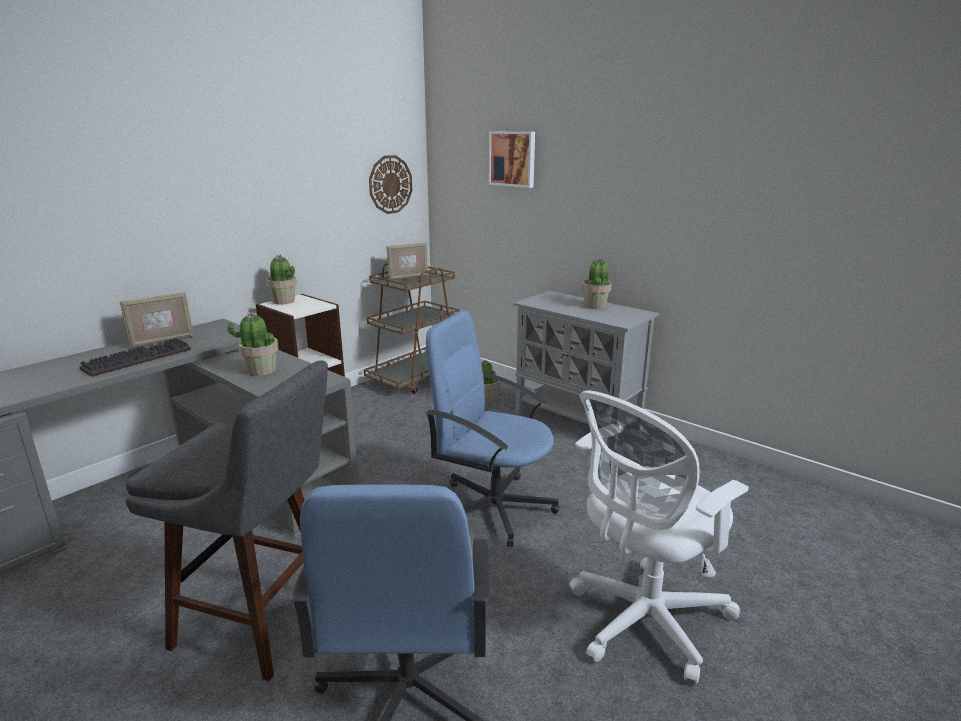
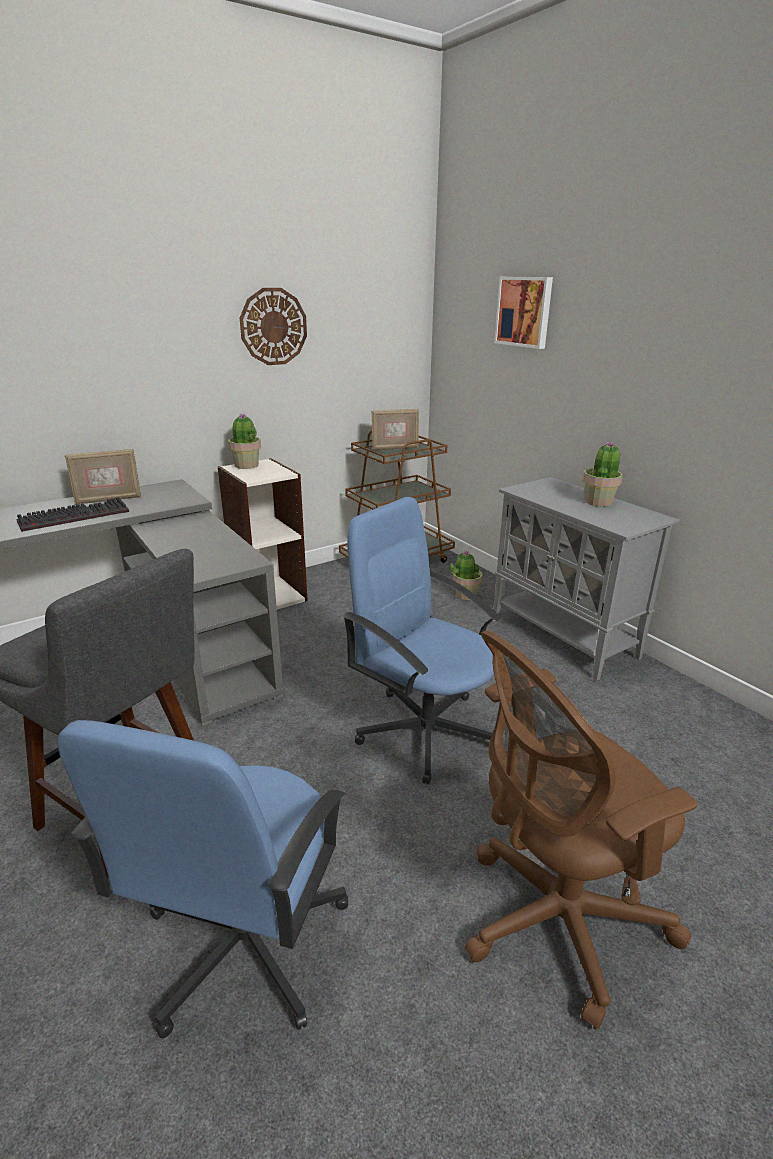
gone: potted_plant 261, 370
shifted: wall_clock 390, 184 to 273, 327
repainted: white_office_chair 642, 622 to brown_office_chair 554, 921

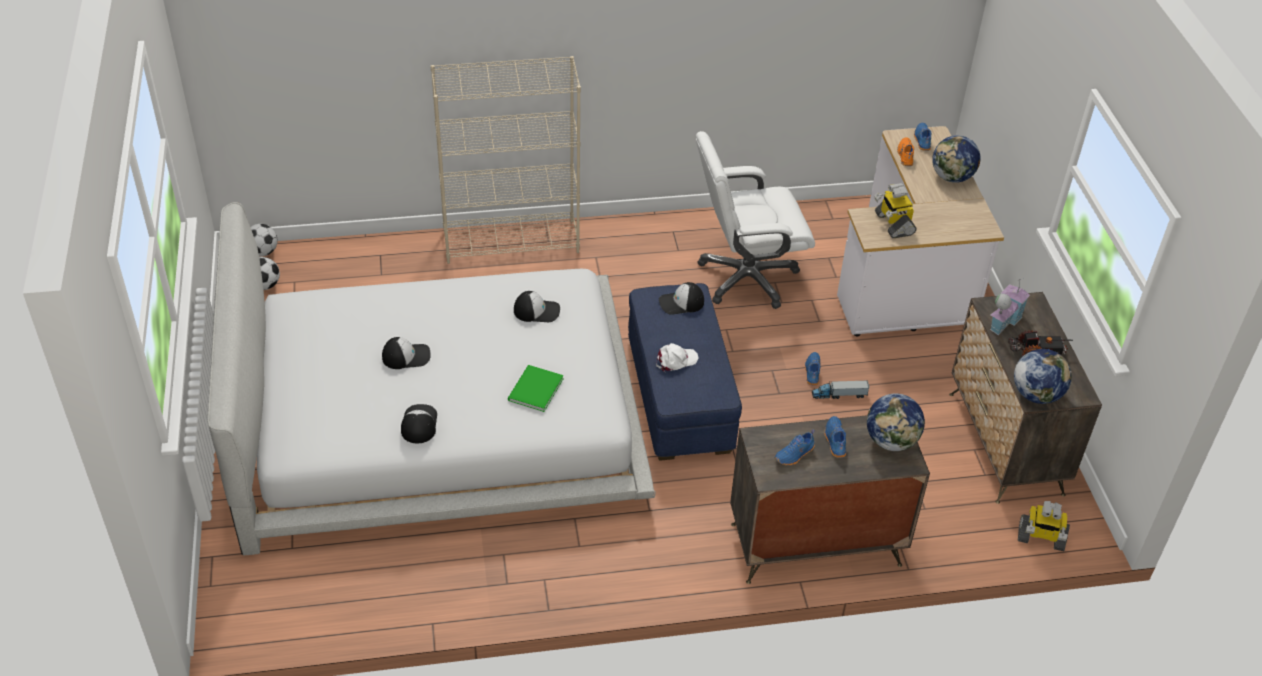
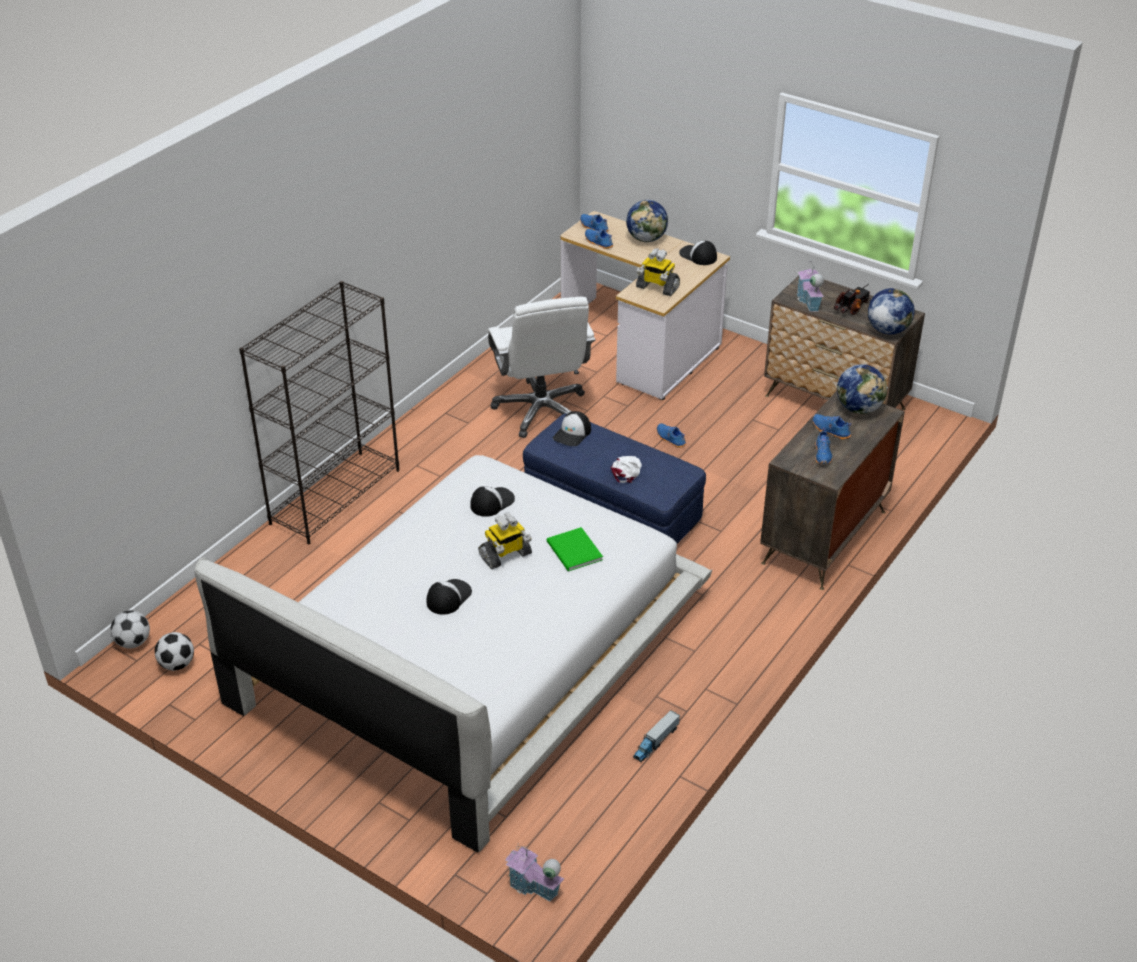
new: toy_house 533, 887
shifted: cap 418, 424 to 698, 256; toy_truck 839, 395 to 656, 742; toy_robot 1040, 538 to 505, 555
repainted: beige_bookcase 512, 241 to black_bookcase 335, 496; orange_shoe 905, 155 to blue_shoe 598, 242
rotated: white_office_chair 746, 278 = 541, 410 45 degrees counterclockwise

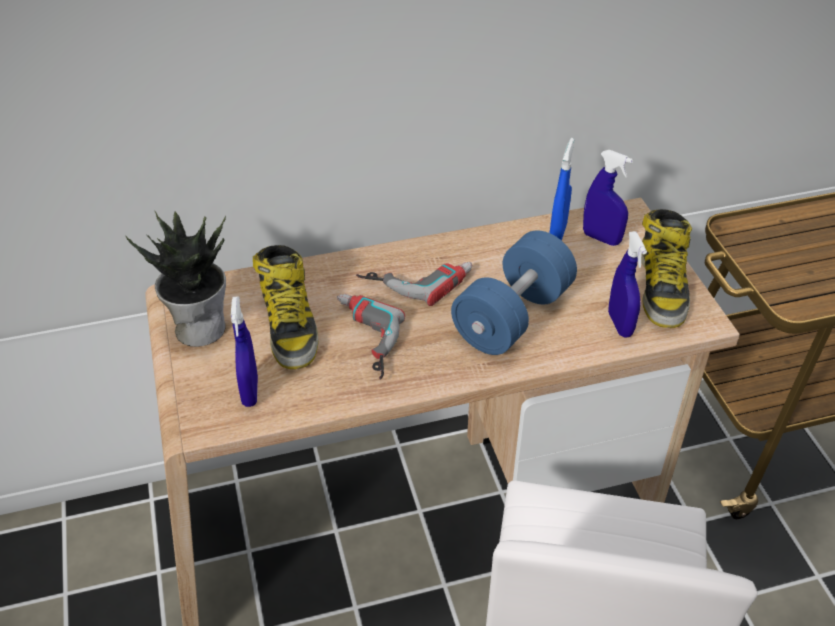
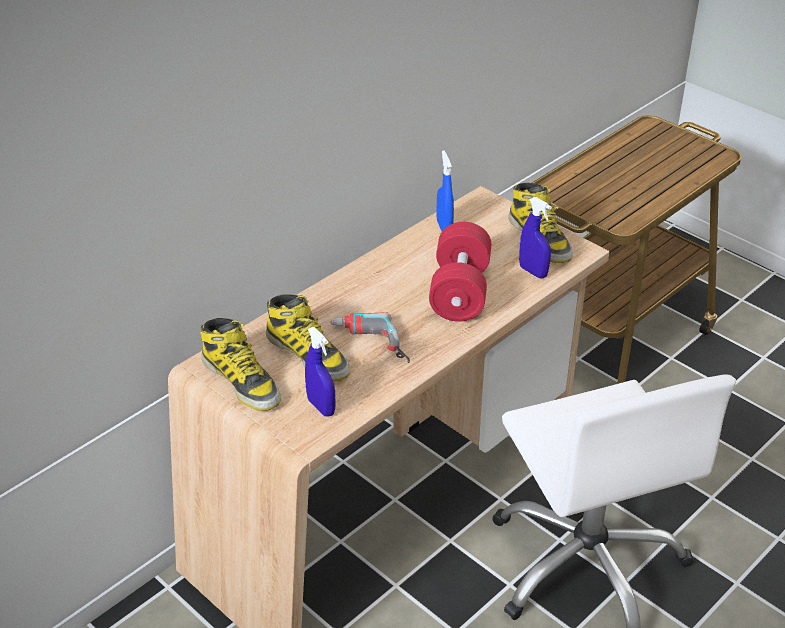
gone: power_drill 416, 277; blue_spray_bottle 601, 238
swapped: potted_plant 200, 327 to boot 242, 381
repainted: blue_dumbbell 512, 316 to red_dumbbell 460, 292

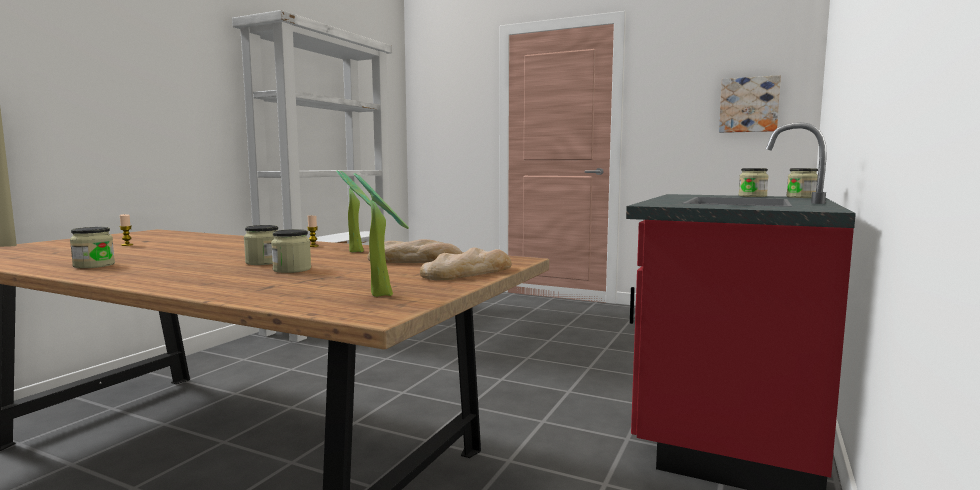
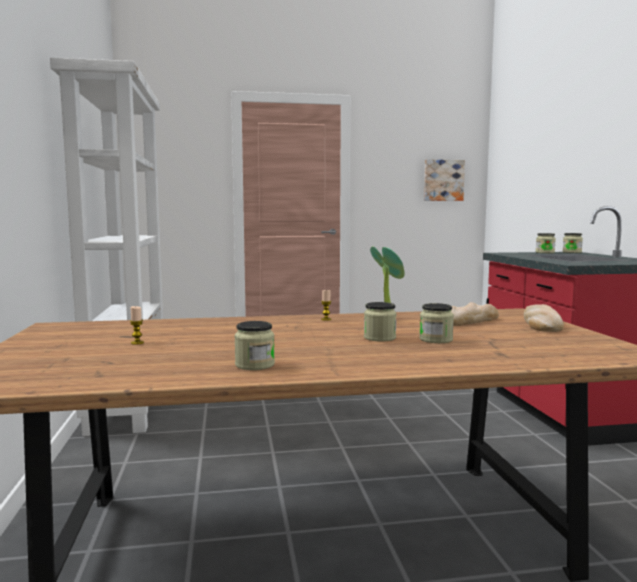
gone: potted_plant 384, 294

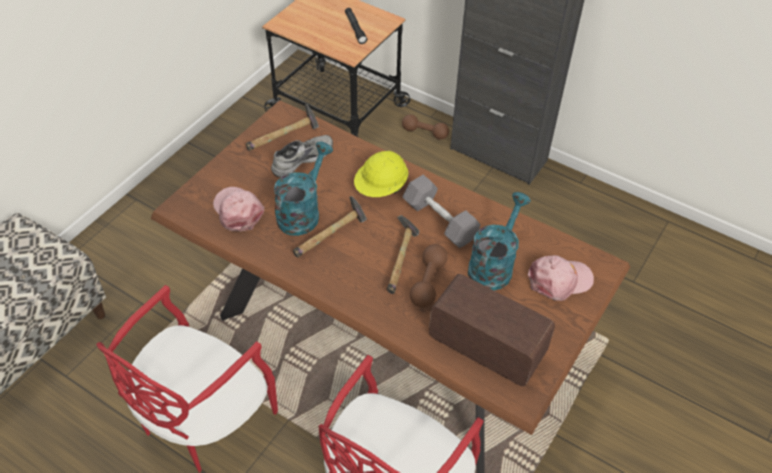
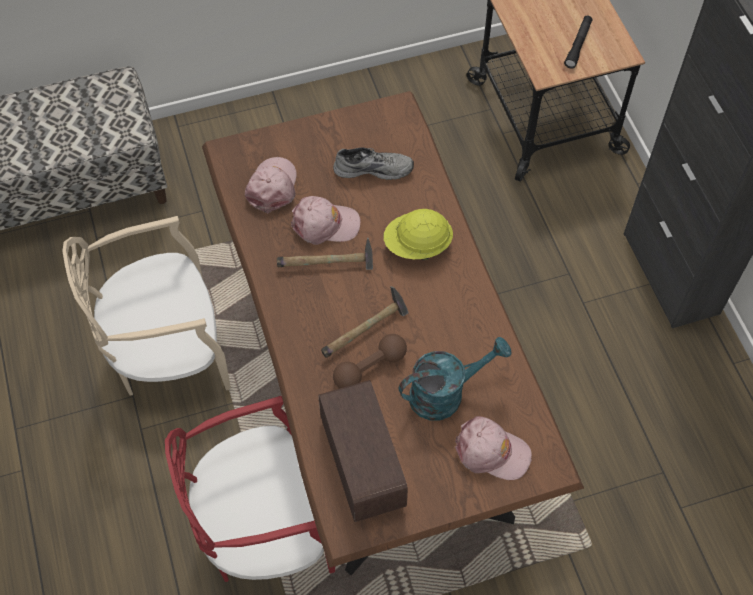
gone: hammer 284, 138; brown_dumbbell 424, 133; grey_dumbbell 439, 221
swapped: turquoise_watering_can 302, 212 to pink_cap 325, 224
repainted: red_chair 203, 418 to beige_chair 168, 351

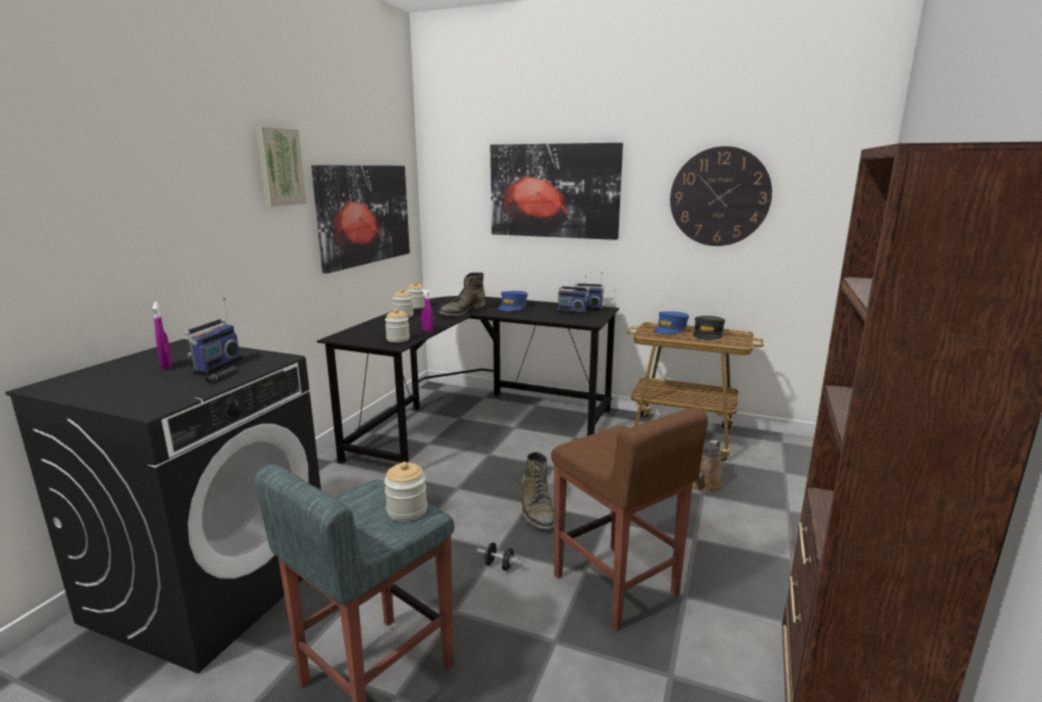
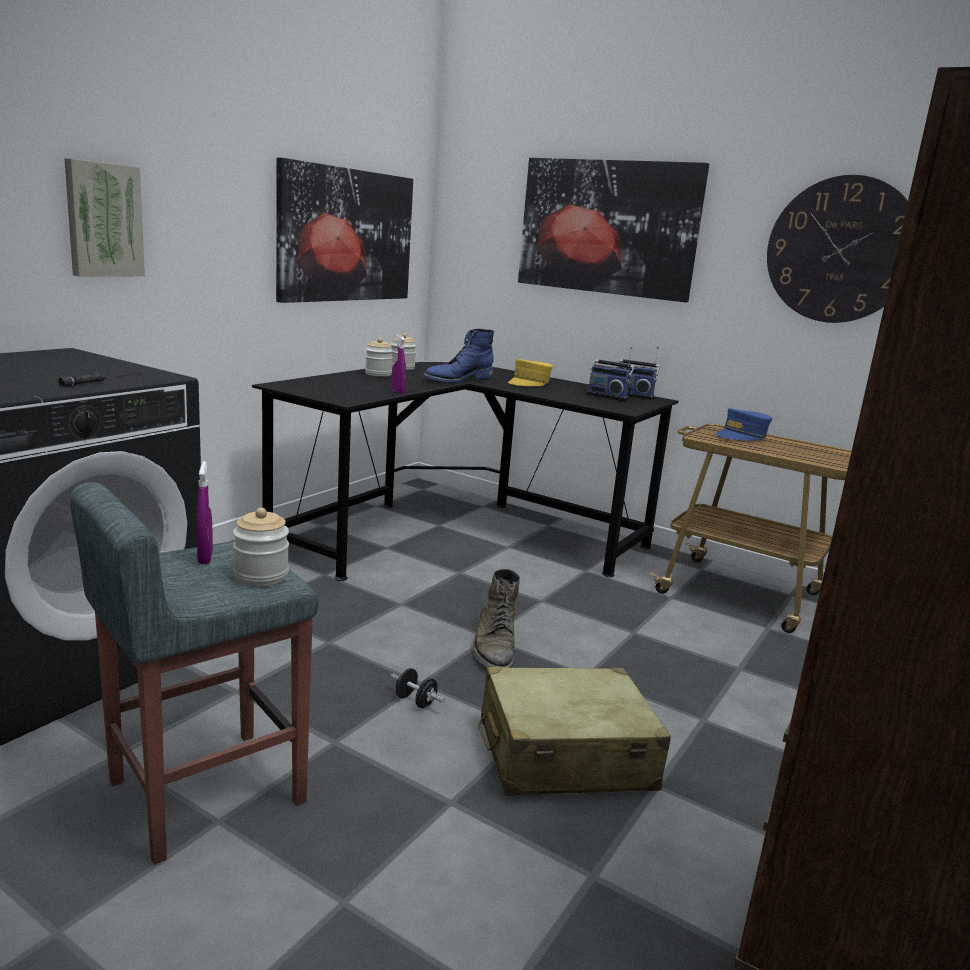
gone: radio 216, 366; jar 398, 339; brown_watering_can 703, 485; grey_cap 708, 334
shifted: purple_spray_bottle 167, 366 to 205, 558; picture 279, 167 to 103, 220
swapped: brown_stool 616, 586 to beige_suitcase 564, 755
repainted: green_boot 462, 311 to blue_boot 457, 379; blue_cap 512, 307 to yellow_cap 529, 382

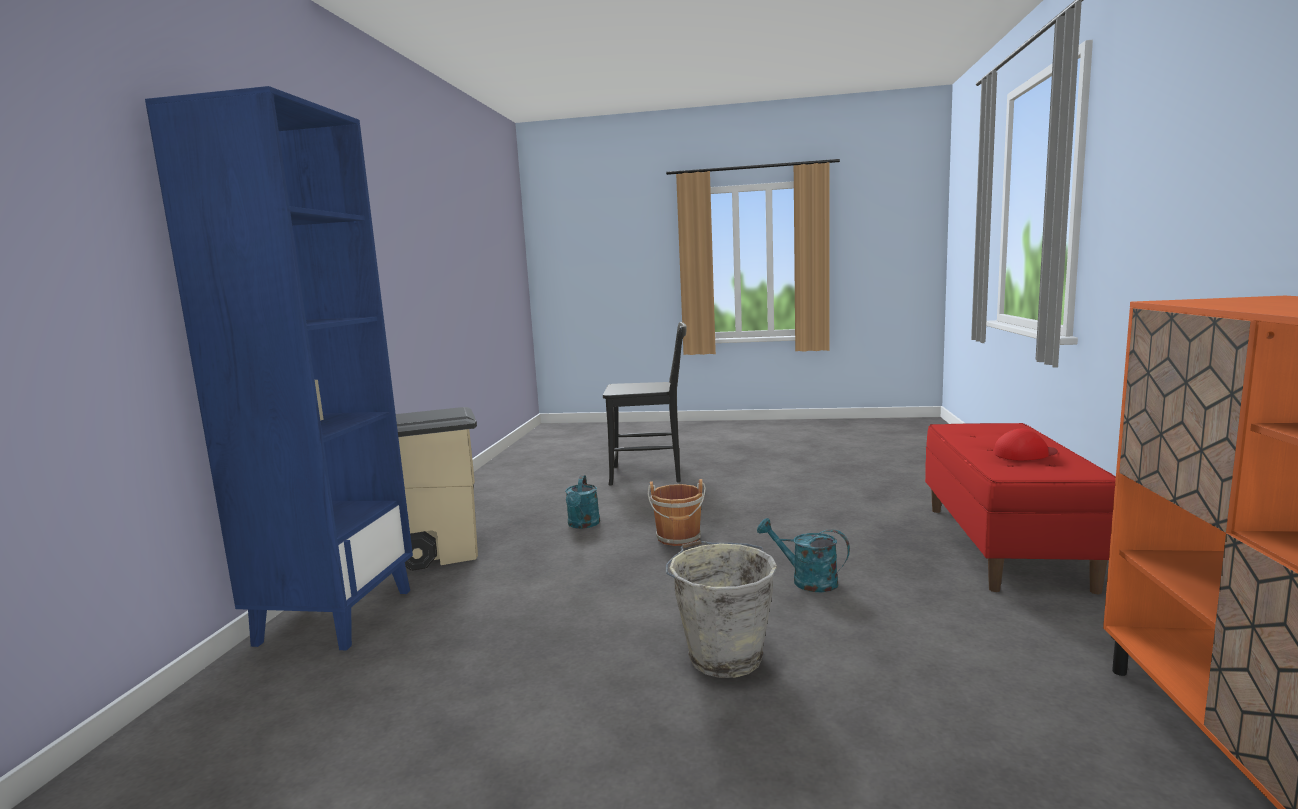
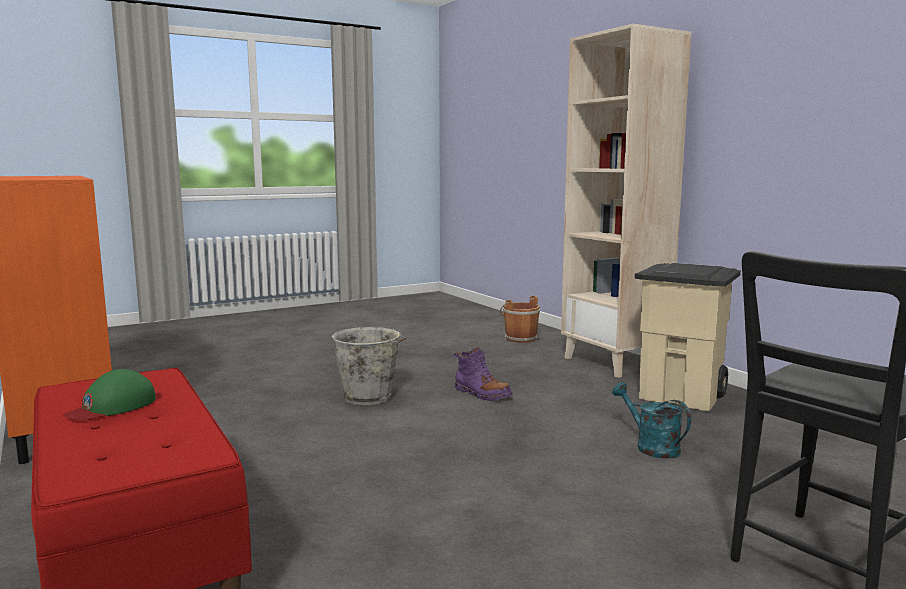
gone: turquoise_watering_can 806, 581
new: purple_boot 482, 394
shifted: brown_bucket 679, 538 to 519, 338
repainted: blue_bookcase 335, 616 to beige_bookcase 615, 362; red_cap 1025, 454 to green_cap 112, 406

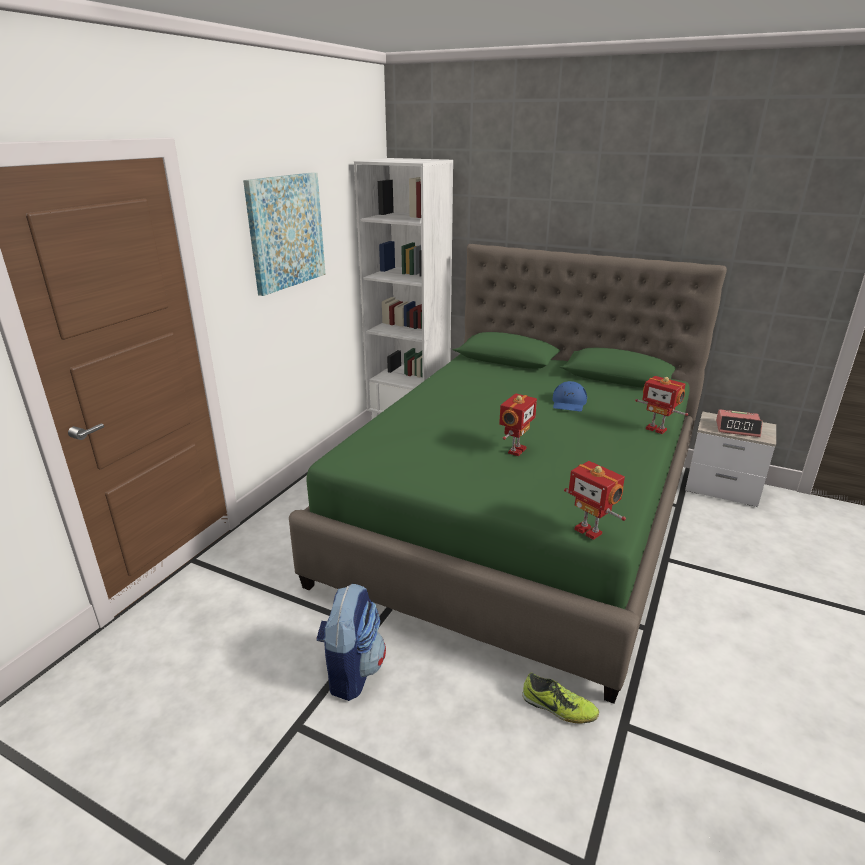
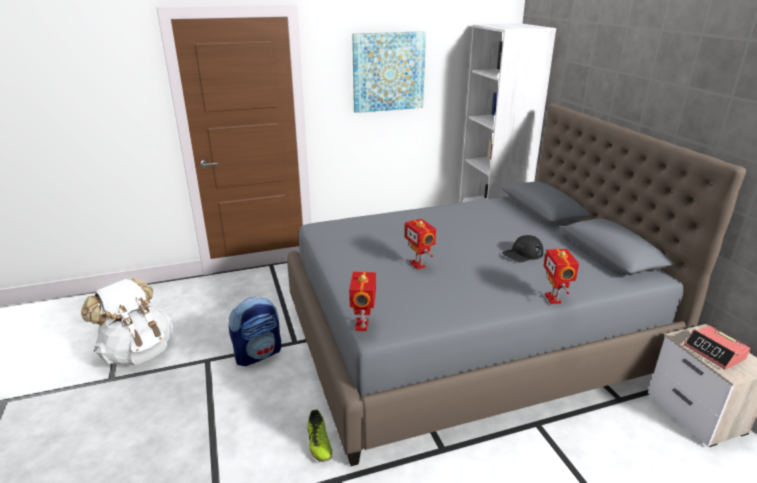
new: white_backpack 137, 352
repainted: green_bed 518, 520 to grey_bed 466, 337; blue_cap 568, 403 to black_cap 522, 254
rotated: toy_robot 515, 450 = 418, 264 75 degrees clockwise

